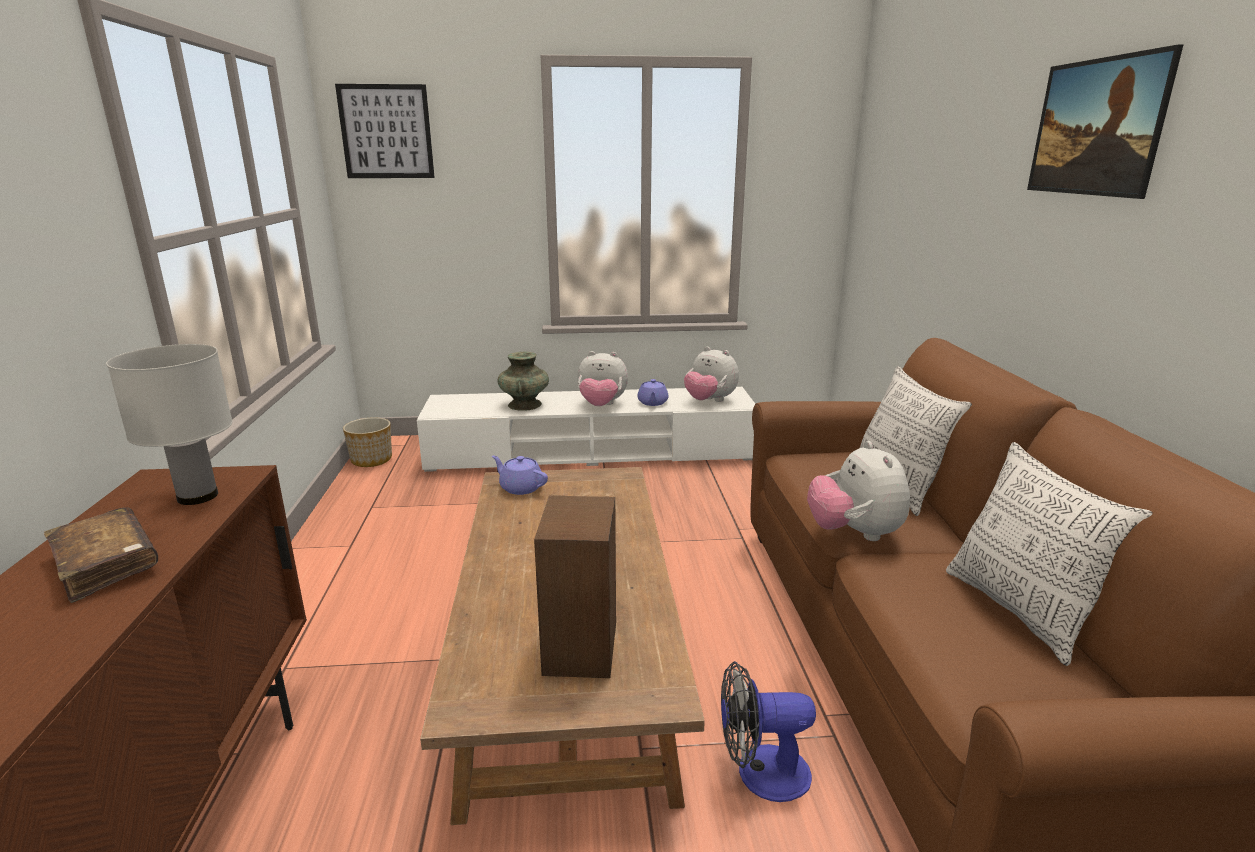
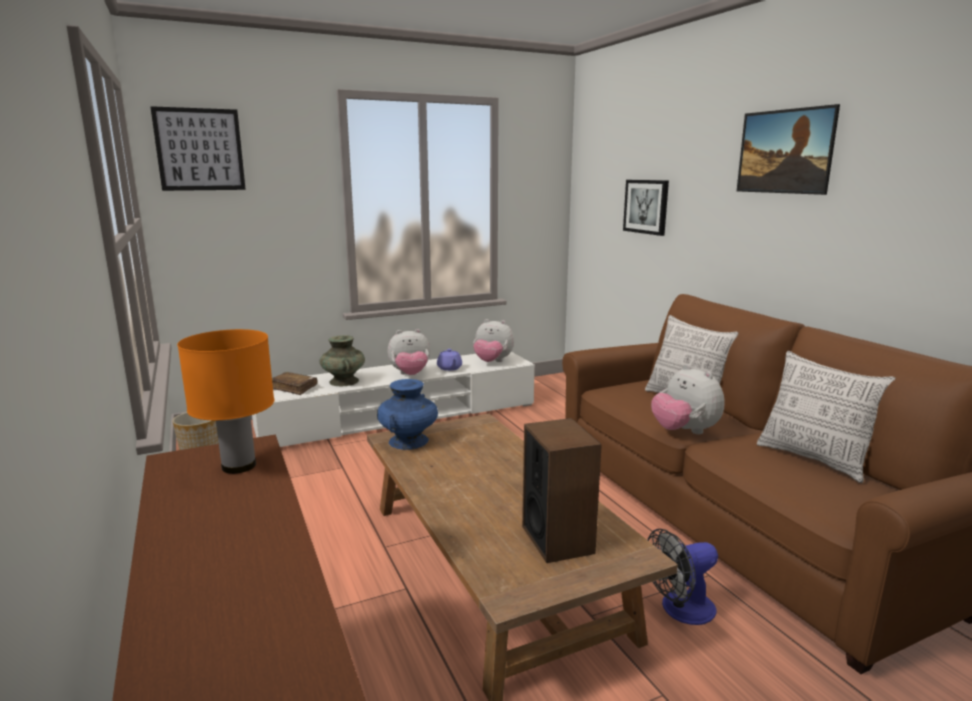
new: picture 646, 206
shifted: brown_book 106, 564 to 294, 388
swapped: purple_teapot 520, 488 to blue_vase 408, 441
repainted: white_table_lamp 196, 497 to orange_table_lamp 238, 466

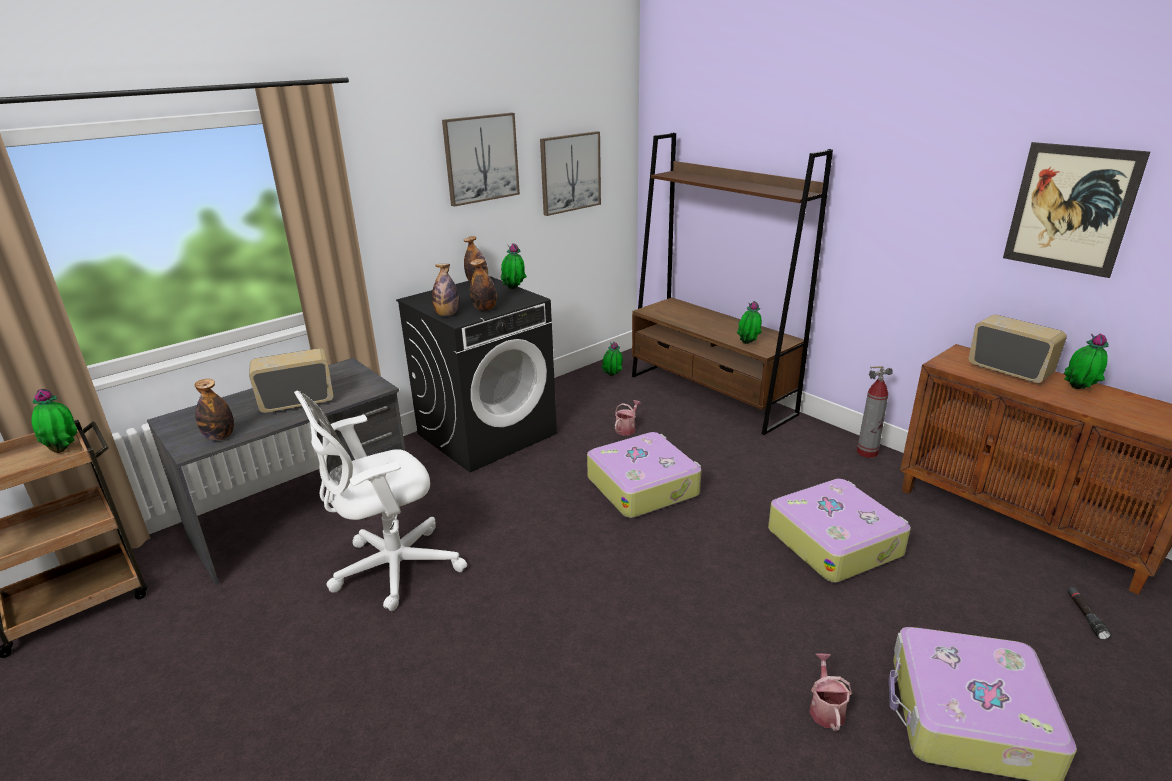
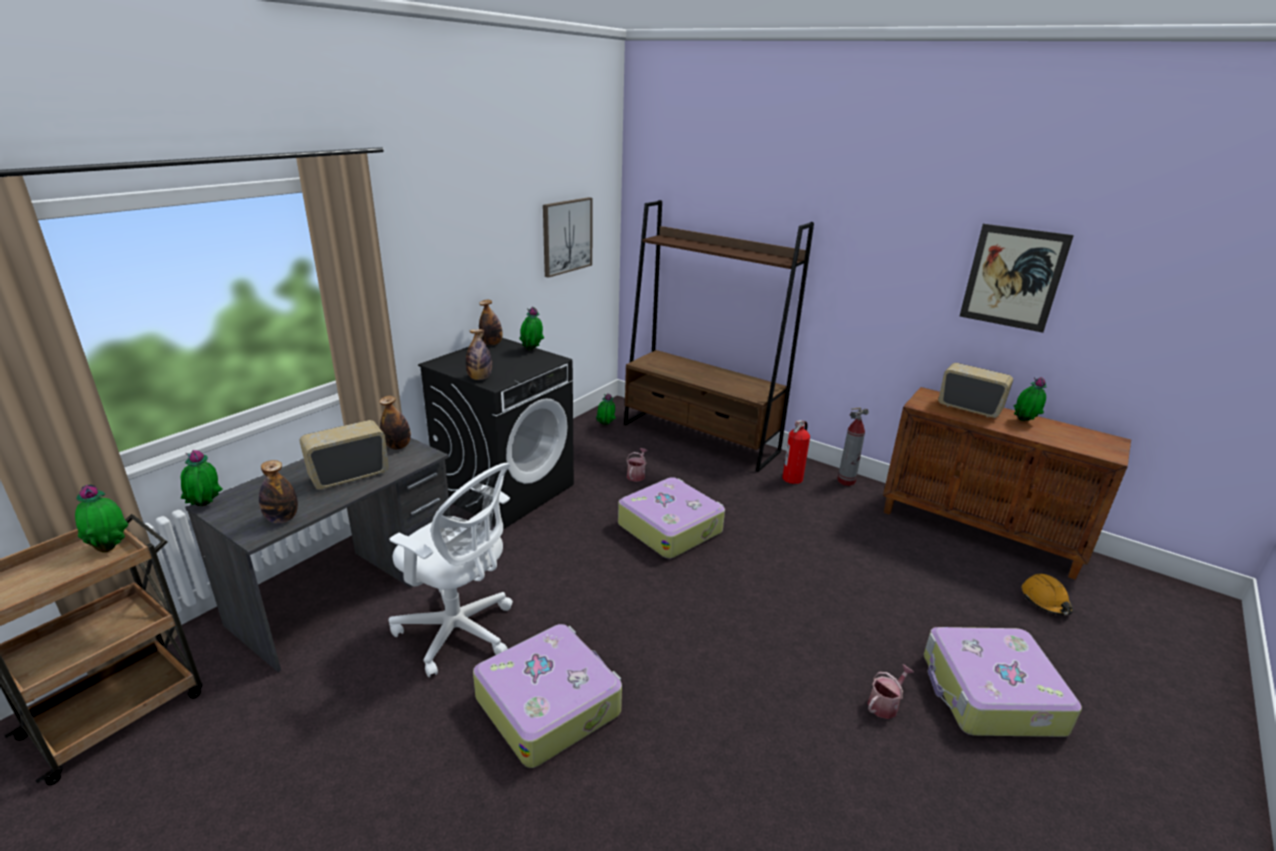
gone: picture 481, 158
new: fire_extinguisher 793, 479
shifted: bottle 485, 309 to 398, 446; potted_plant 748, 344 to 206, 506; suitcase 834, 541 to 549, 704
swapped: black_flashlight 1085, 616 to orange_hard_hat 1045, 601
rotated: white_office_chair 390, 569 = 459, 633 105 degrees counterclockwise; watering_can 826, 708 = 885, 704 60 degrees clockwise

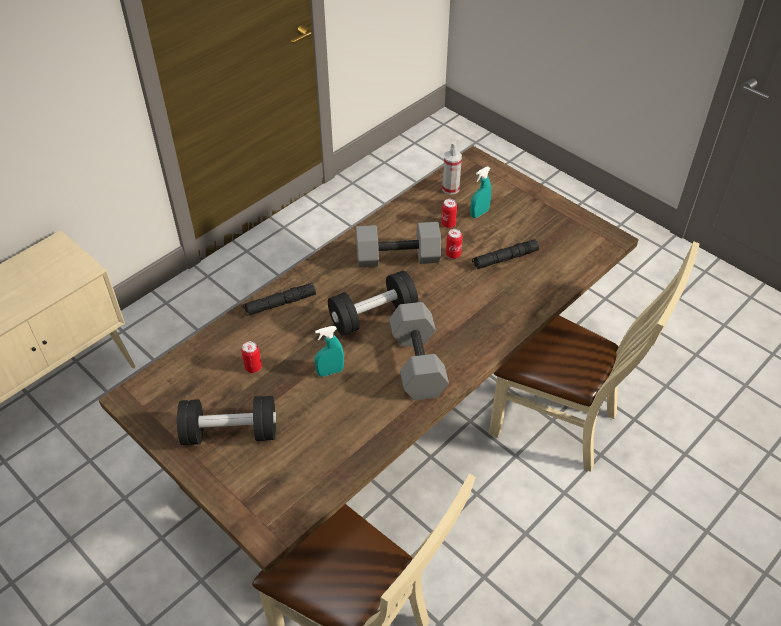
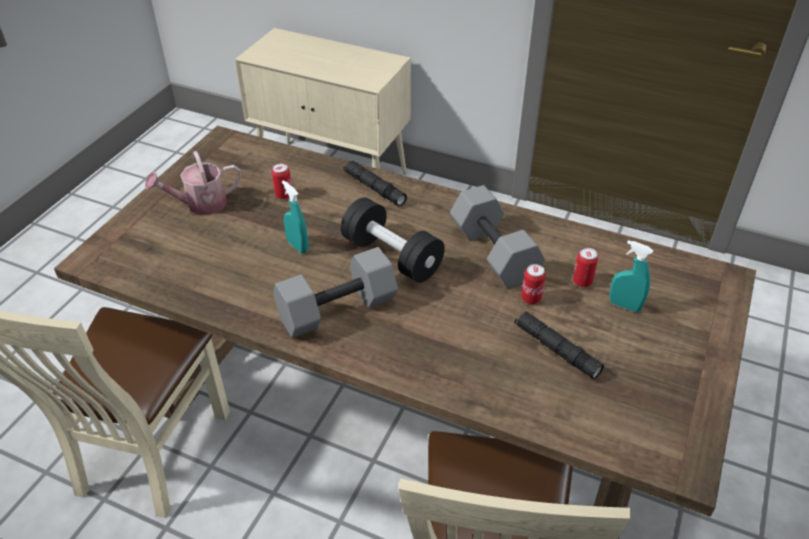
gone: spray_bottle 450, 188
swapped: black_dumbbell 230, 432 to watering_can 200, 204

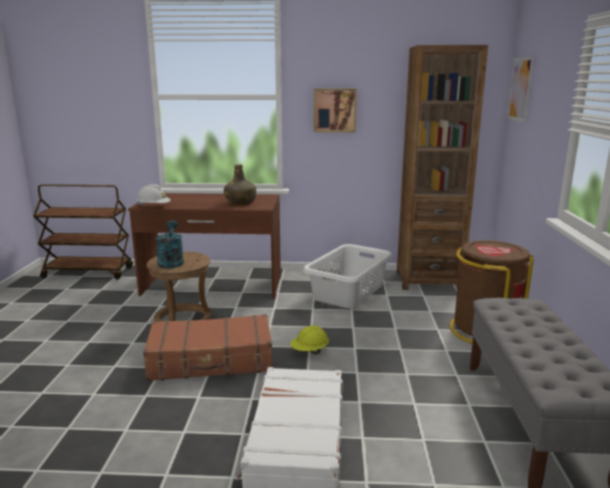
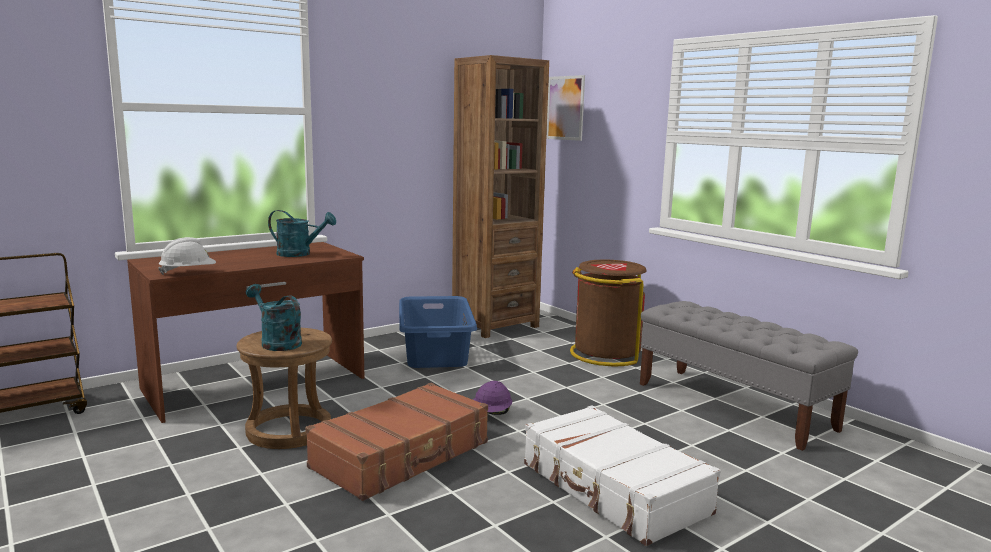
gone: picture 334, 110
swapped: green_bottle 240, 202 to turquoise_watering_can 300, 254
repainted: yellow_hard_hat 309, 352 to purple_hard_hat 491, 414; white_laundry_basket 349, 292 to blue_laundry_basket 436, 352

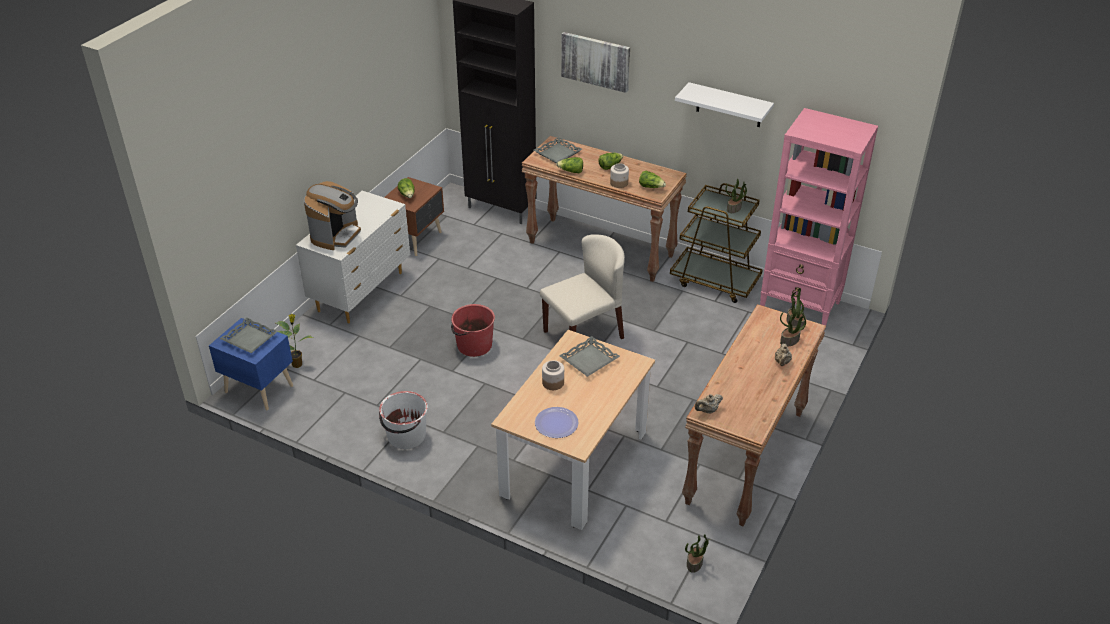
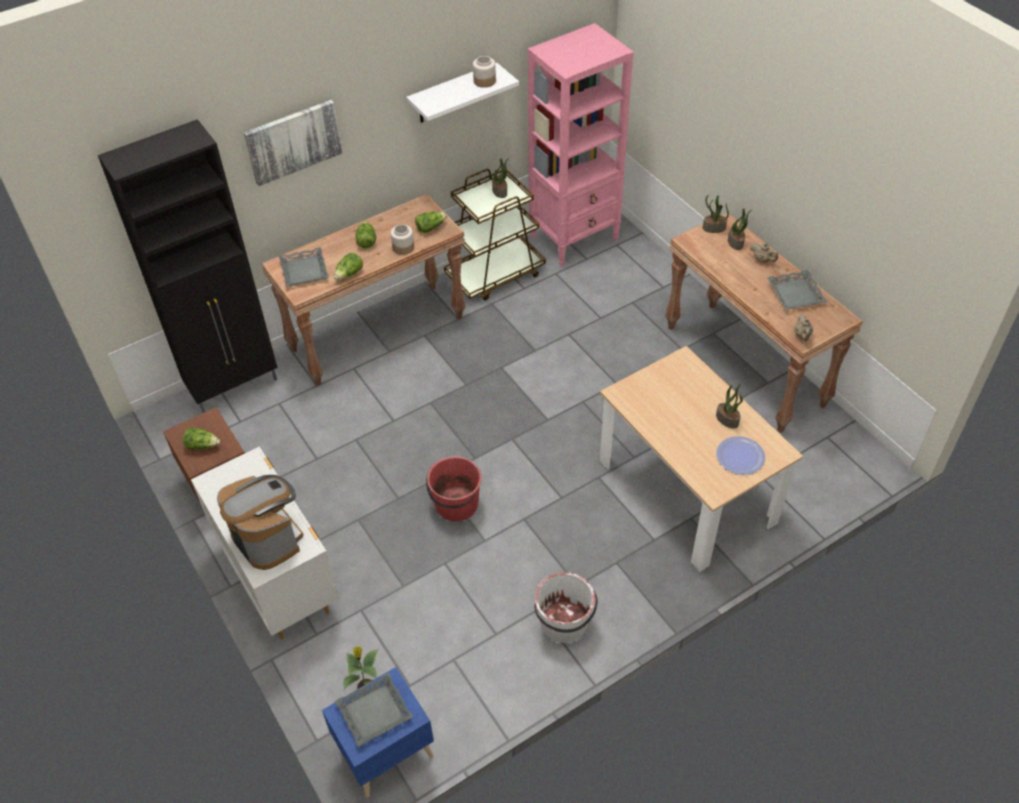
gone: beige_chair 583, 334
shifted: jar 552, 383 to 484, 81; grey_tray 589, 360 to 795, 294; potted_plant 695, 563 to 727, 419

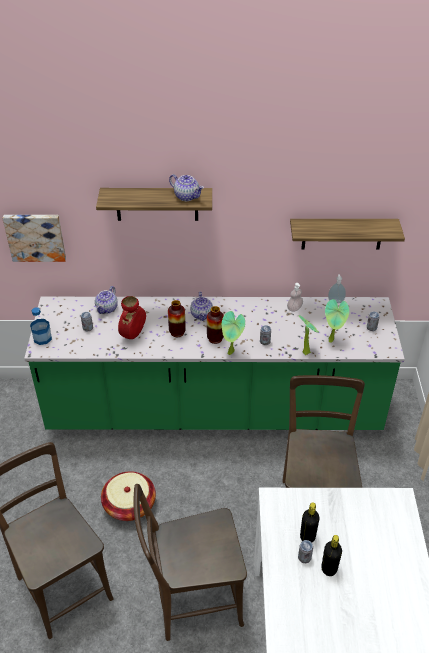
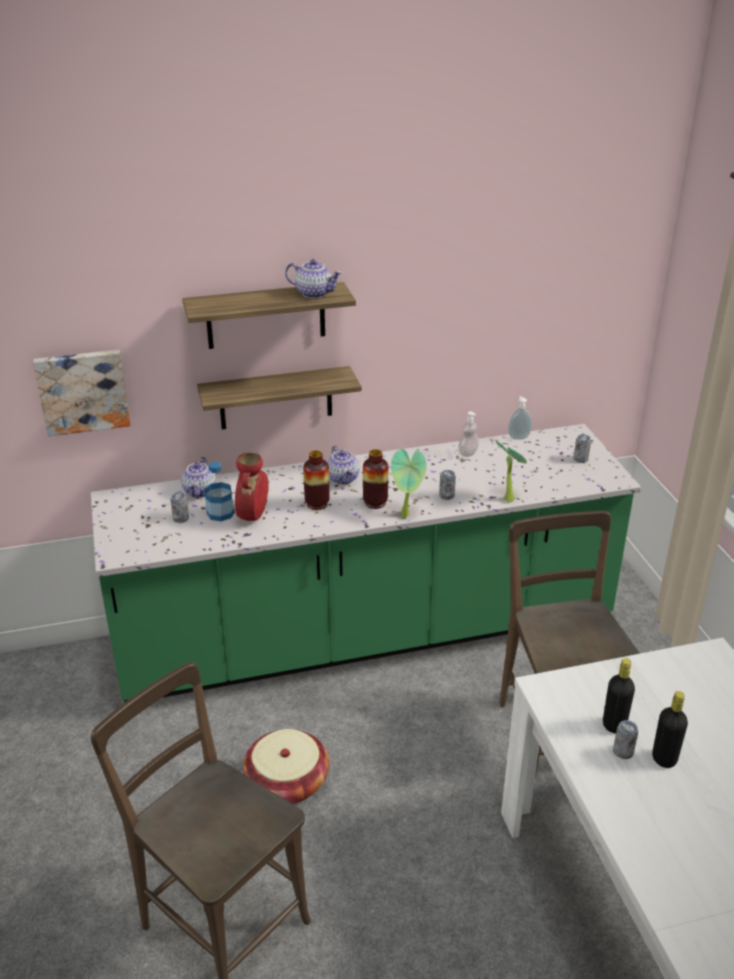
gone: brown_chair 192, 601; potted_plant 332, 340
shifted: bottle 42, 338 to 220, 513; shelf 342, 233 to 276, 398

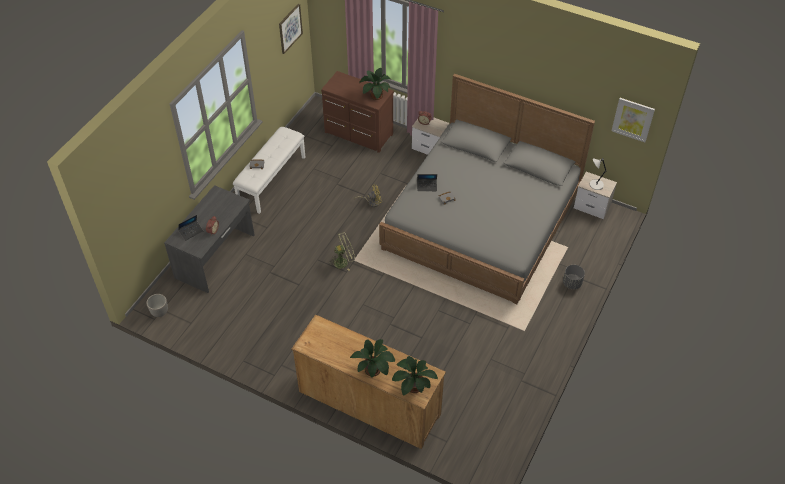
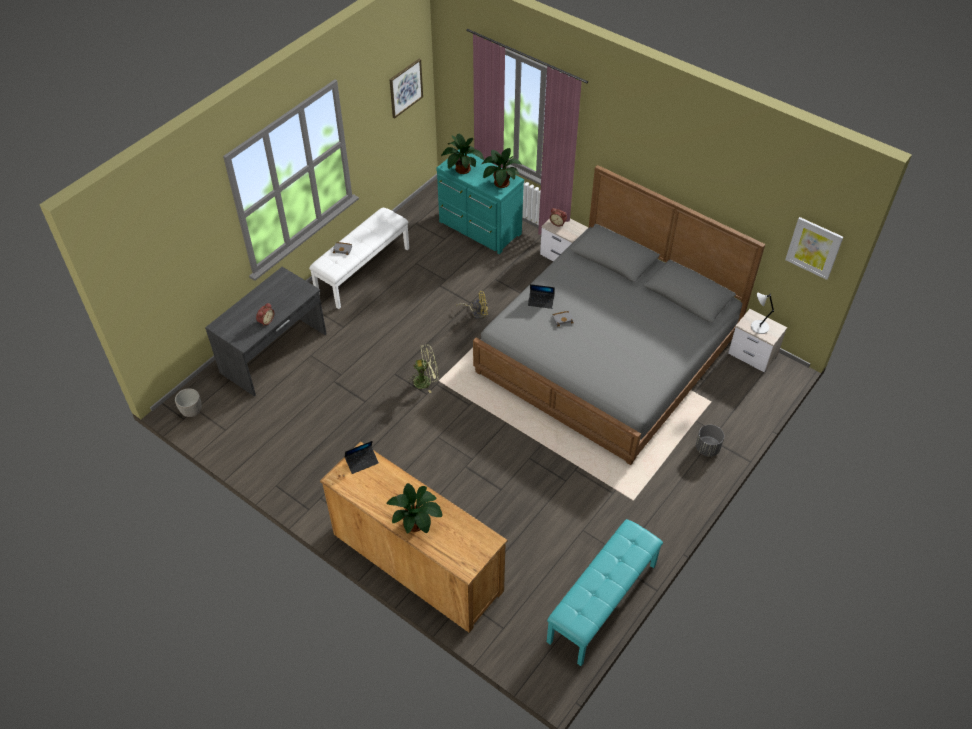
new: turquoise_bench 603, 603
shifted: laptop 191, 231 to 362, 461; potted_plant 412, 386 to 461, 168
repainted: brown_dresser 358, 134 to turquoise_dresser 479, 229

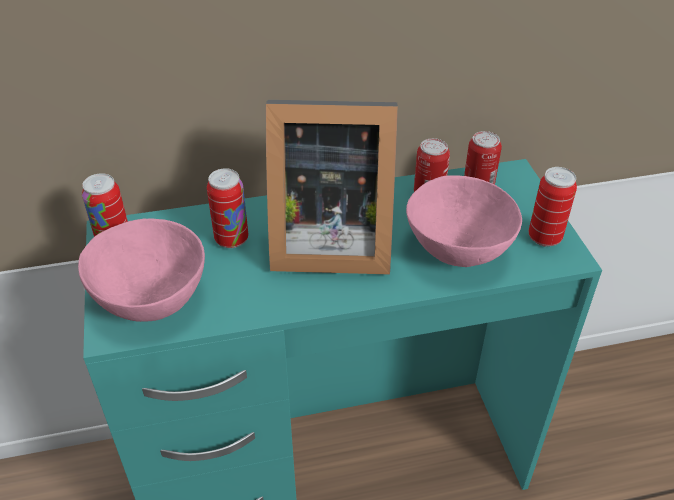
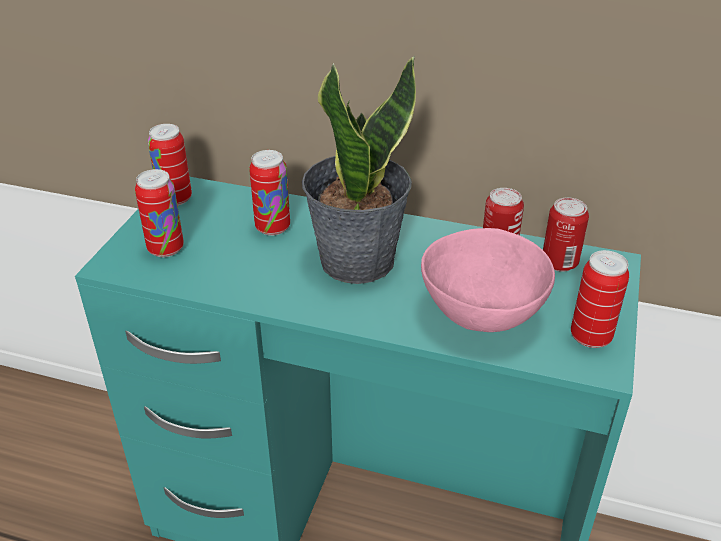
swapped: pink_bowl 150, 296 to can 165, 249; picture_frame 327, 242 to potted_plant 356, 260

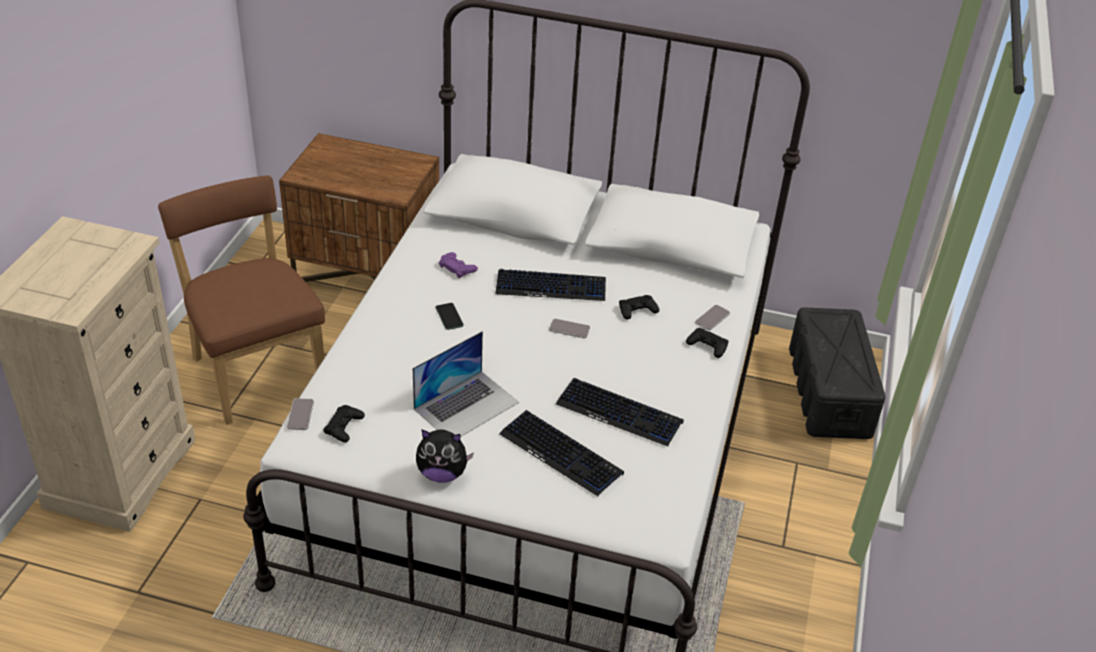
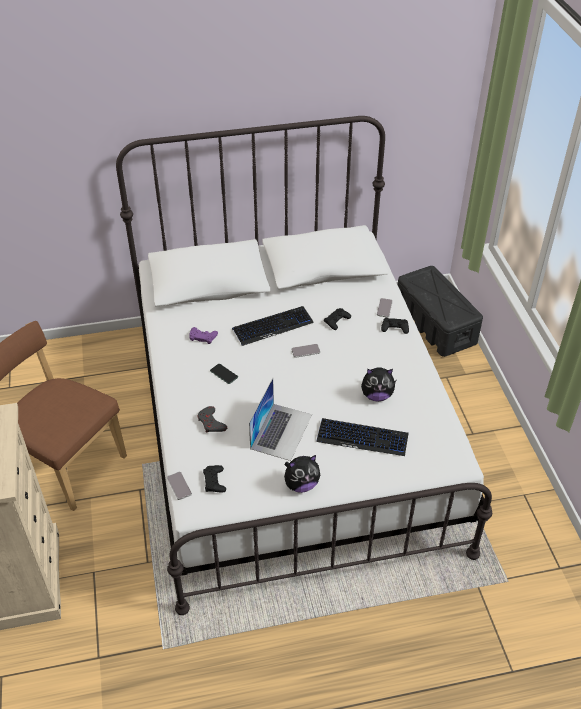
gone: brown_nightstand 367, 273
new: grey_game_controller 211, 423
swapped: keyboard 619, 413 to plush_toy 376, 395

